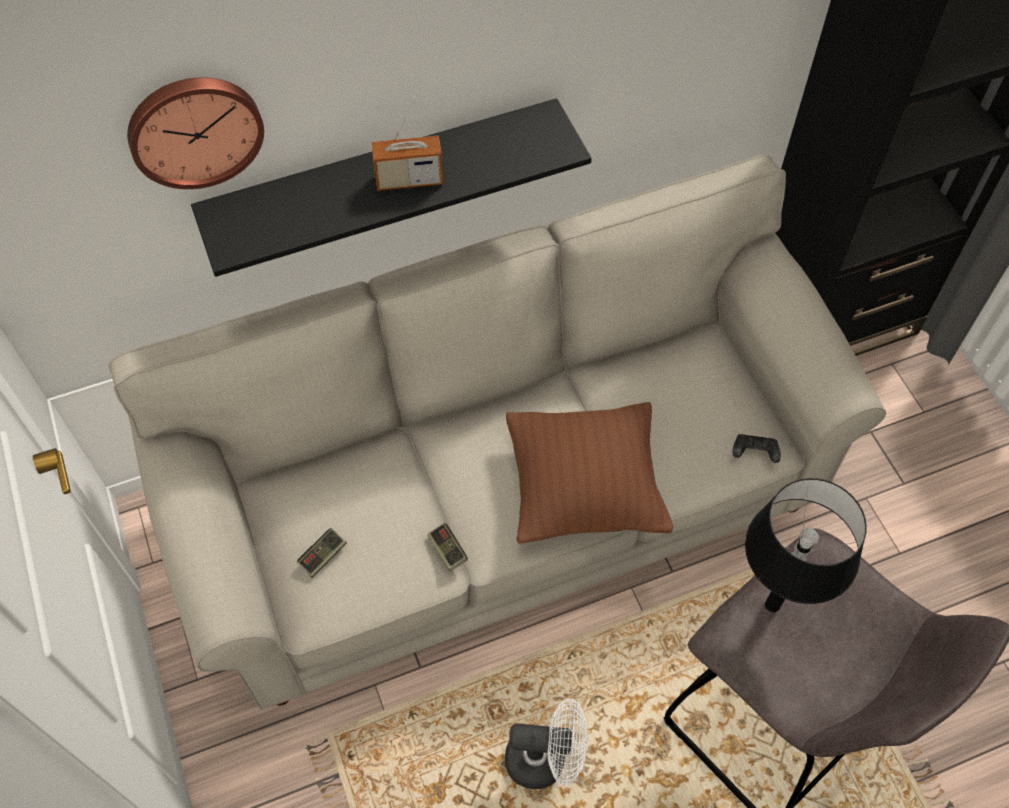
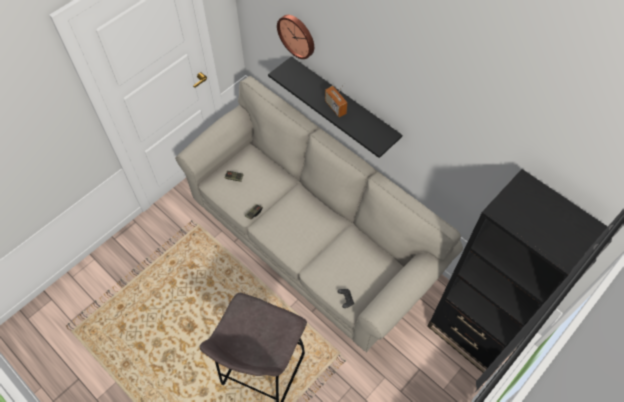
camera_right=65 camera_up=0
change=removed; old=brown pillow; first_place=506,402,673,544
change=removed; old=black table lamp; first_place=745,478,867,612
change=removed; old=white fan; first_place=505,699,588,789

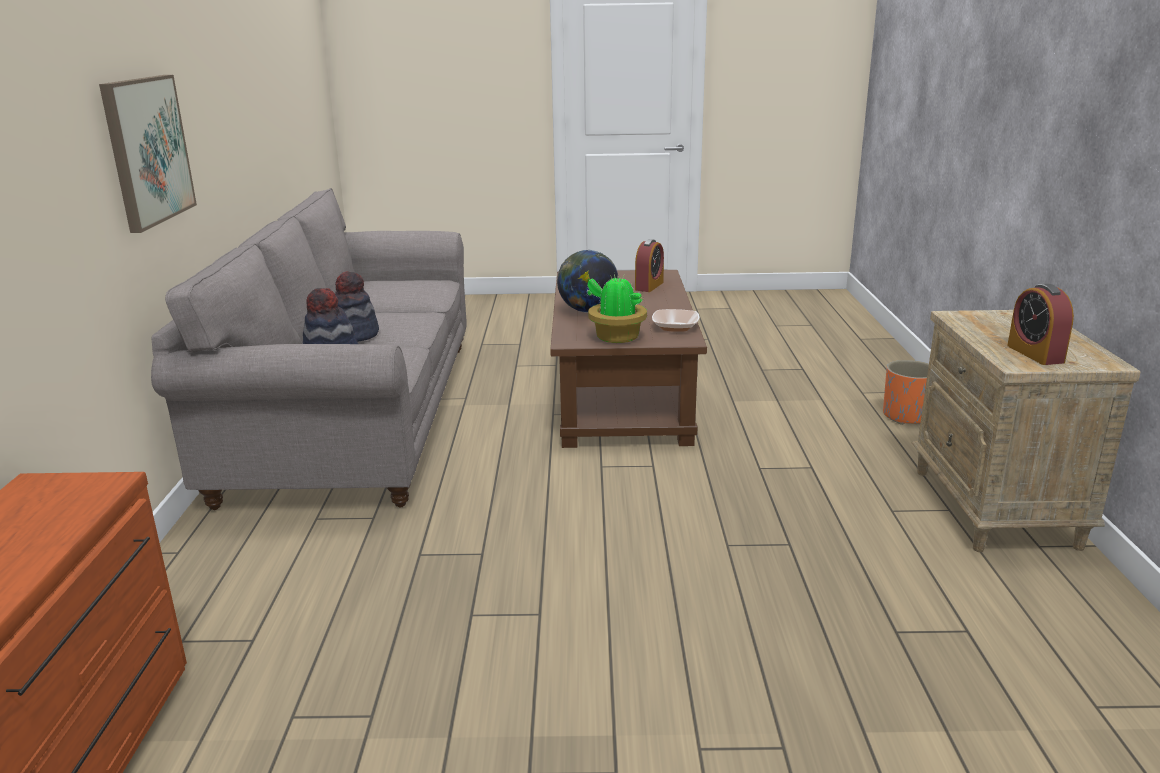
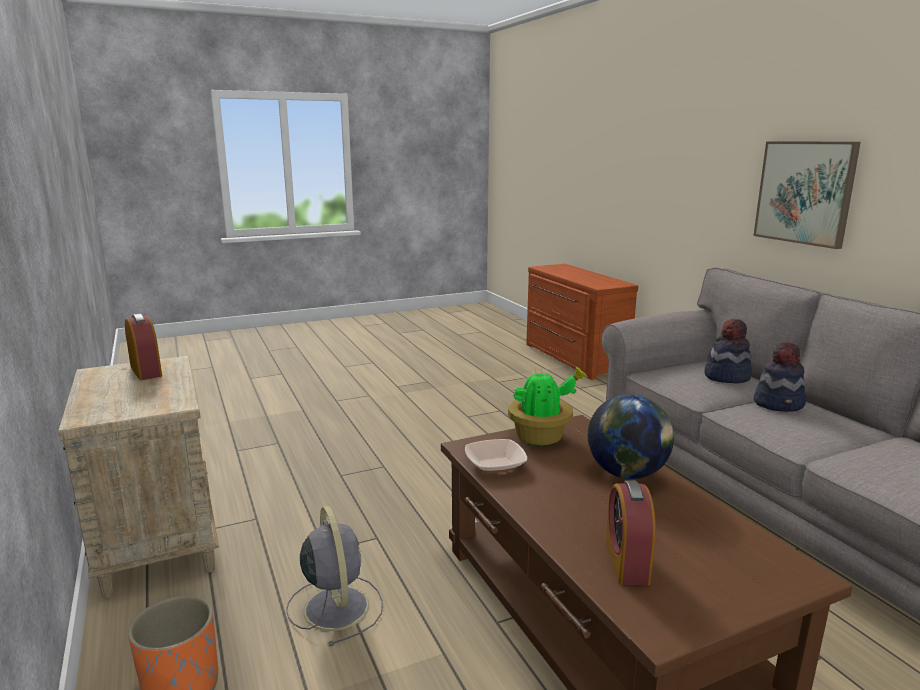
camera_right=155 camera_up=-5
change=added; new=grey fan; second_place=286,506,383,646

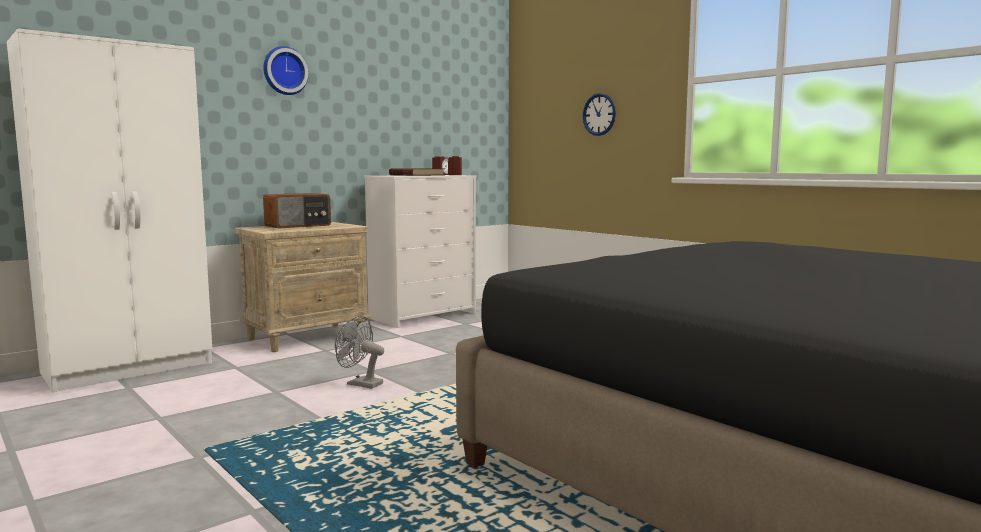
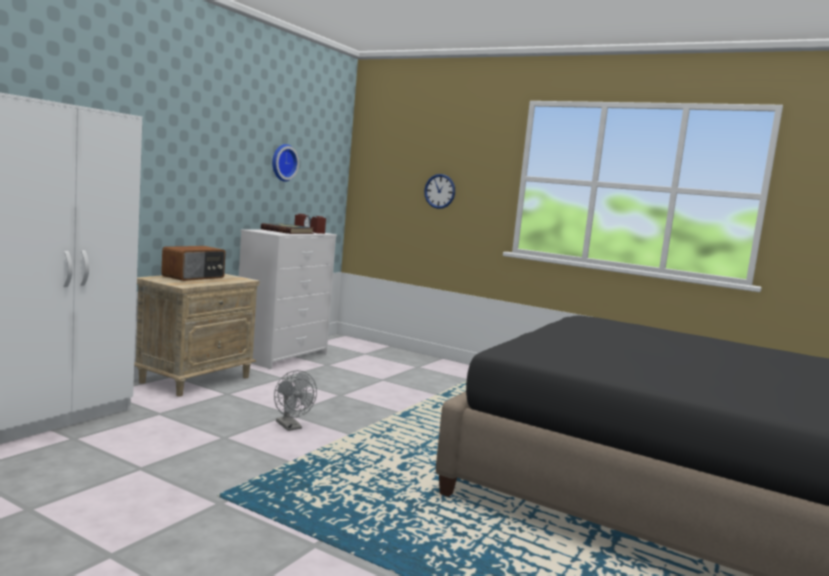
camera_right=-20 camera_up=0
change=moved; old=wall clock; first_place=263,46,309,95; second_place=272,144,299,182
change=turned; old=grey fan; first_place=335,315,384,389; second_place=274,370,317,431; degrees=-135

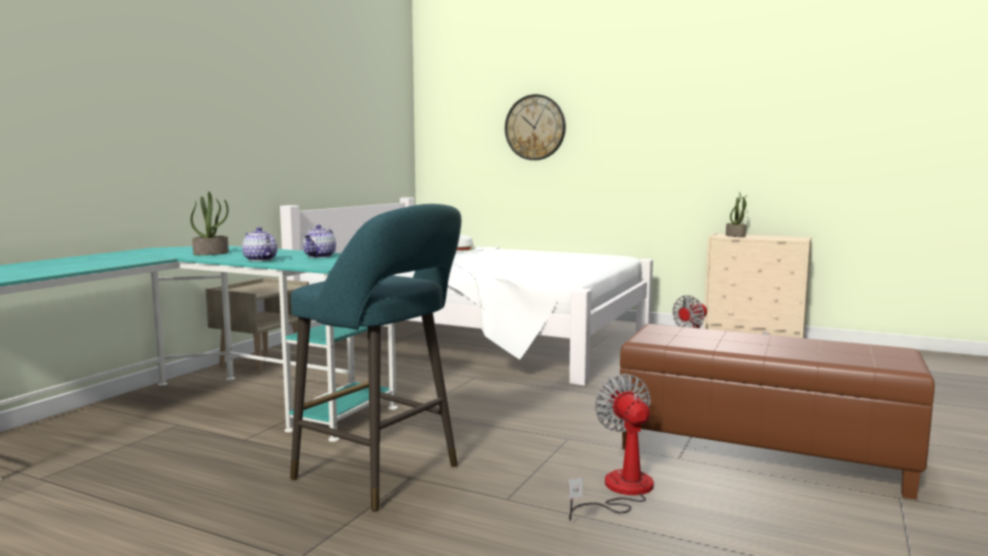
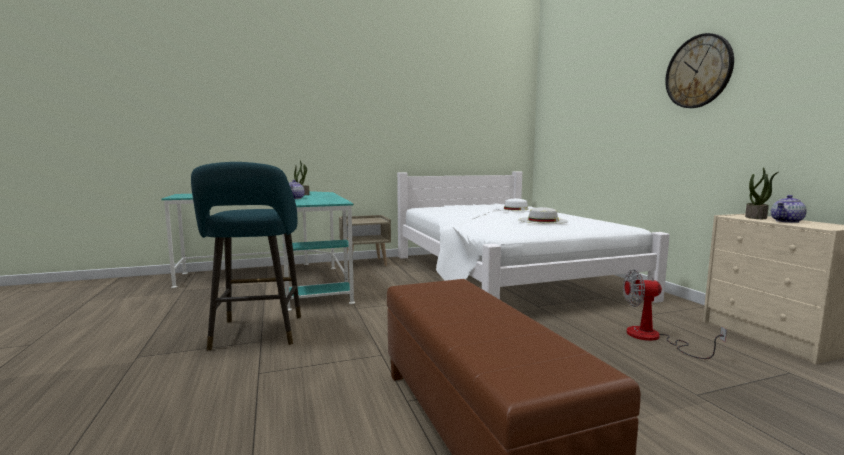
camera_right=45 camera_up=0
change=moved; old=wall clock; first_place=505,94,566,160; second_place=665,33,734,108
change=moved; old=teapot; first_place=303,225,336,258; second_place=771,195,807,223
change=removed; old=fan; first_place=569,374,654,521
change=added; new=white hat; second_place=518,207,568,224

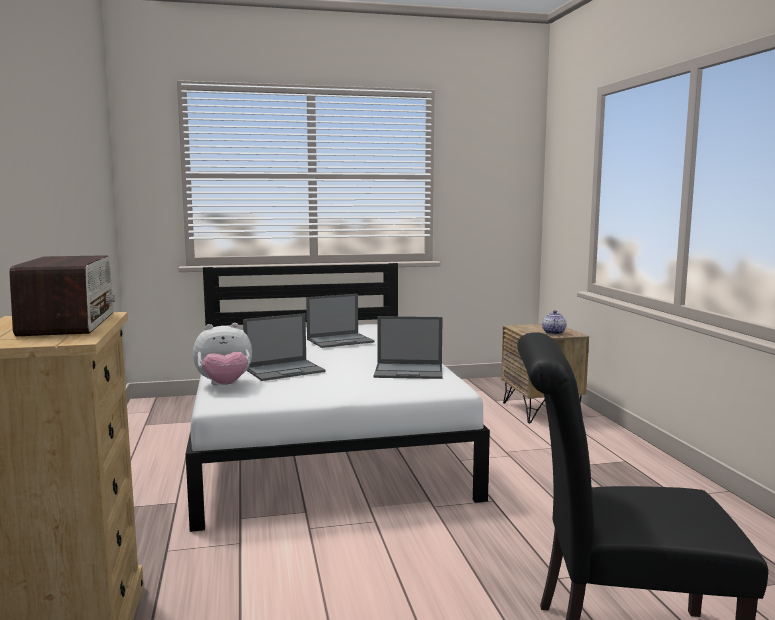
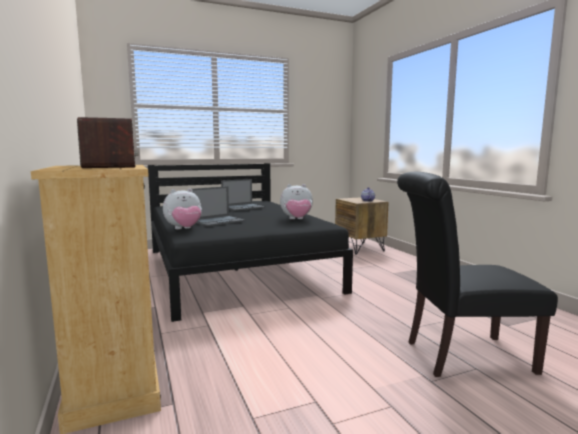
camera_right=-10 camera_up=0
change=recoloured; old=white bed; new=black bed; first_place=186,263,490,532; second_place=148,163,353,322
change=replaced; old=laptop; new=plush toy; first_place=374,316,443,379; second_place=280,184,313,219

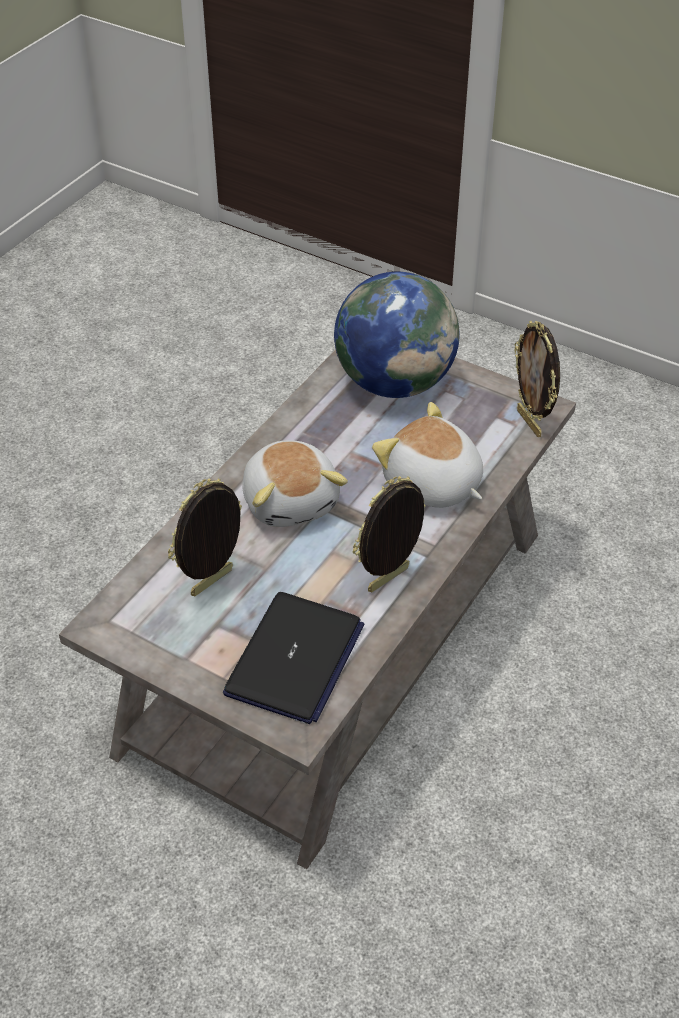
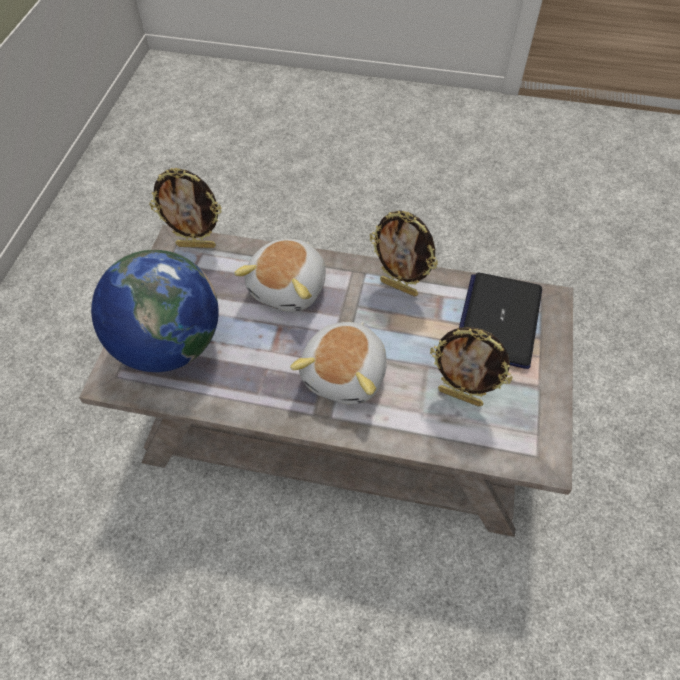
camera_right=-110 camera_up=10
change=turned; old=picture frame; first_place=514,321,560,437; second_place=149,167,222,248; degrees=45
change=turned; old=plush toy; first_place=242,441,348,527; second_place=290,321,387,404; degrees=150
change=turned; old=laptop; first_place=223,592,364,724; second_place=459,273,542,369; degrees=-75

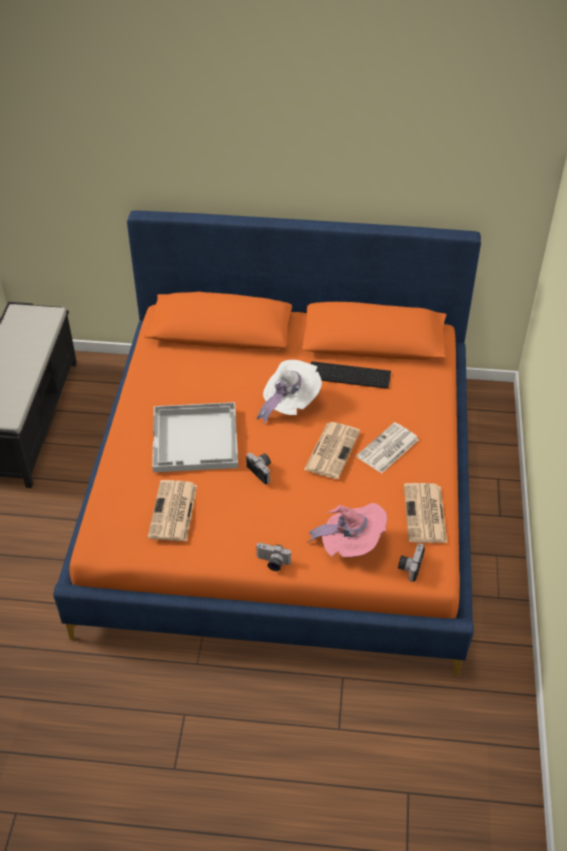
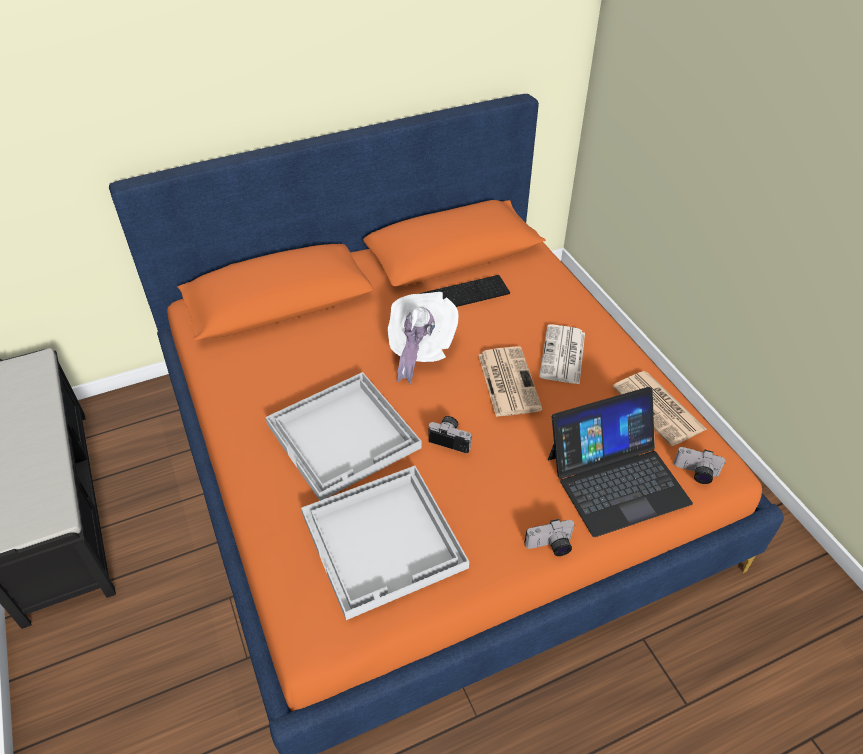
camera_right=-30 camera_up=0
change=replaced; old=newspaper; new=white tray; first_place=148,480,197,541; second_place=301,466,469,620
change=replaced; old=pink hat; new=laptop; first_place=308,503,387,557; second_place=548,387,693,537
change=turned; old=photo camera; first_place=398,543,425,582; second_place=673,447,726,484; degrees=-60

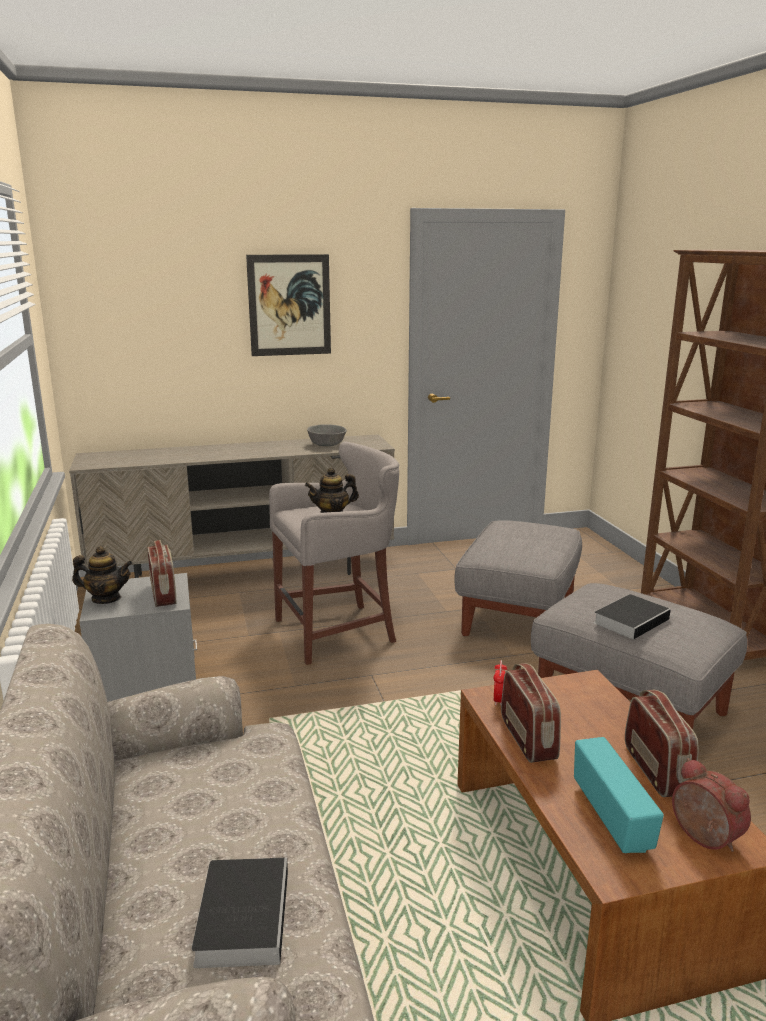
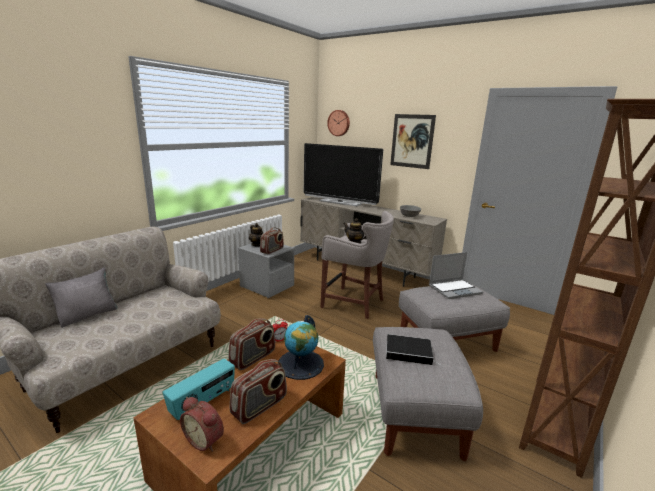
camera_right=50 camera_up=0
change=turned; old=alarm clock; first_place=672,758,751,852; second_place=180,397,224,452; degrees=105
change=removed; old=book; first_place=192,857,288,968
change=added; new=wall clock; second_place=327,110,350,136
change=added; new=television; second_place=304,143,383,206
change=added; new=laptop; second_place=429,252,483,299
change=added; new=grey pillow; second_place=45,267,118,328
change=added; new=globe; second_place=278,315,324,380

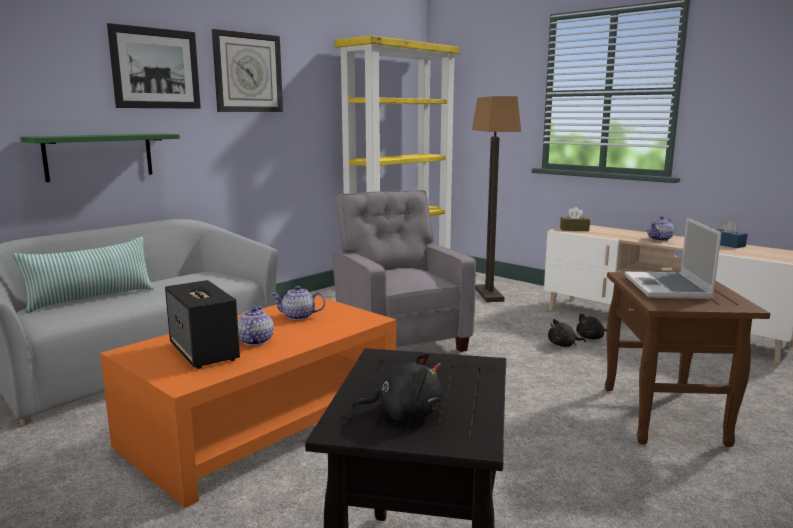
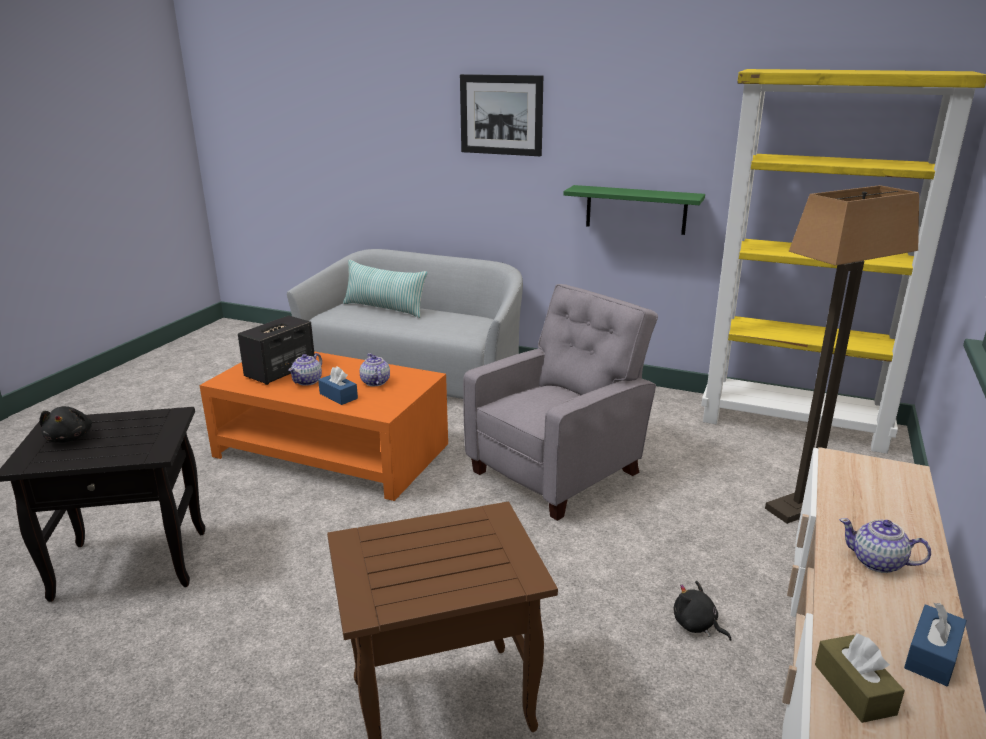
camera_right=70 camera_up=10
change=removed; old=wall clock; first_place=212,29,283,112
change=moved; old=green shelf; first_place=21,133,180,182; second_place=563,185,705,235
change=moved; old=brown tissue box; first_place=560,207,590,231; second_place=815,633,905,723
change=removed; old=laptop; first_place=625,218,721,299
change=turned; old=teapot; first_place=238,306,274,345; second_place=288,353,322,386; degrees=135
change=removed; old=black plush toy; first_place=548,319,586,347
change=added; new=blue tissue box; second_place=318,367,358,405

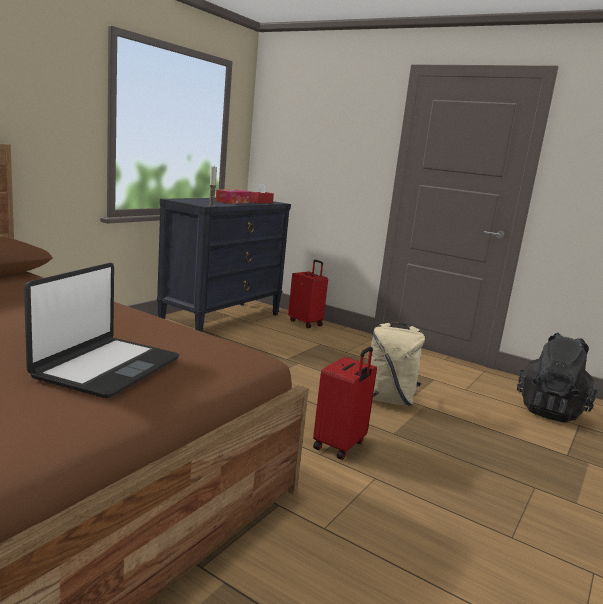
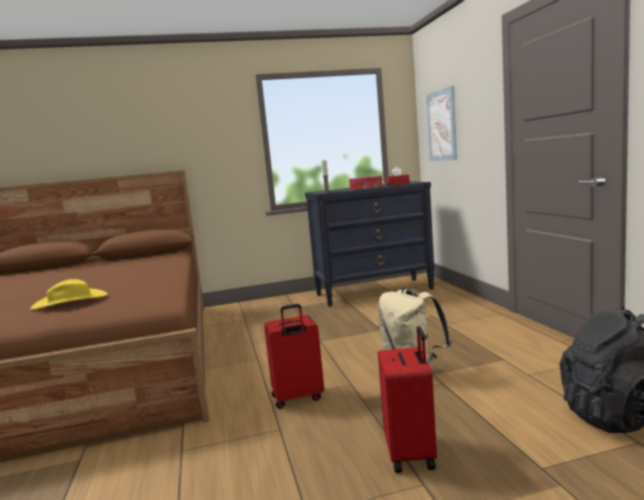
camera_right=45 camera_up=-5
change=moved; old=red suitcase; first_place=288,260,328,328; second_place=378,326,437,473
change=replaced; old=laptop; new=yellow hat; first_place=24,263,179,398; second_place=31,279,108,310
change=added; new=picture; second_place=426,86,457,161

